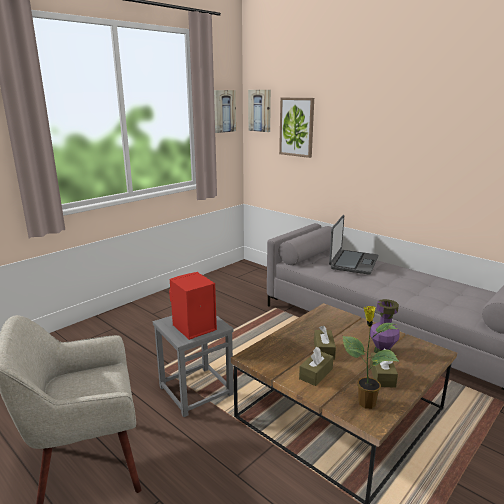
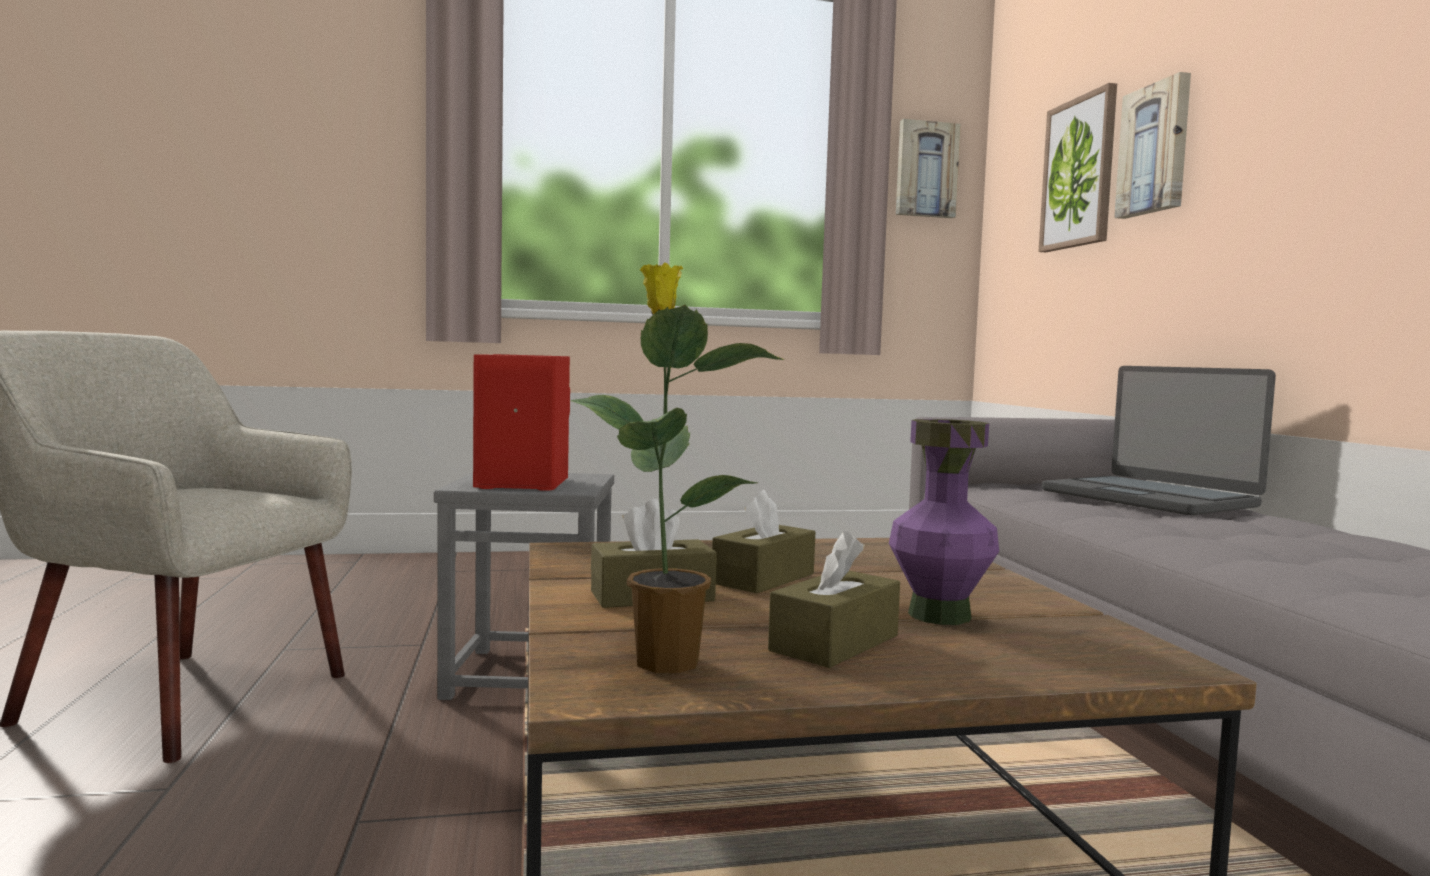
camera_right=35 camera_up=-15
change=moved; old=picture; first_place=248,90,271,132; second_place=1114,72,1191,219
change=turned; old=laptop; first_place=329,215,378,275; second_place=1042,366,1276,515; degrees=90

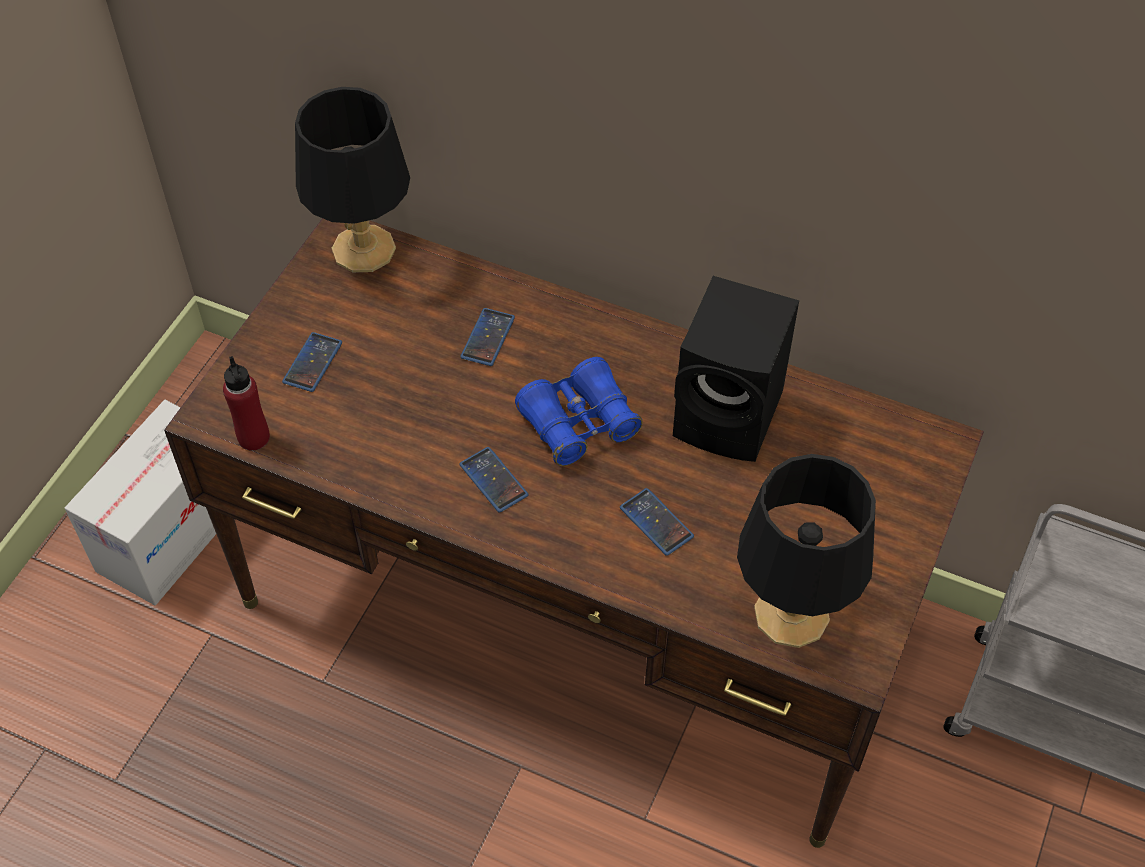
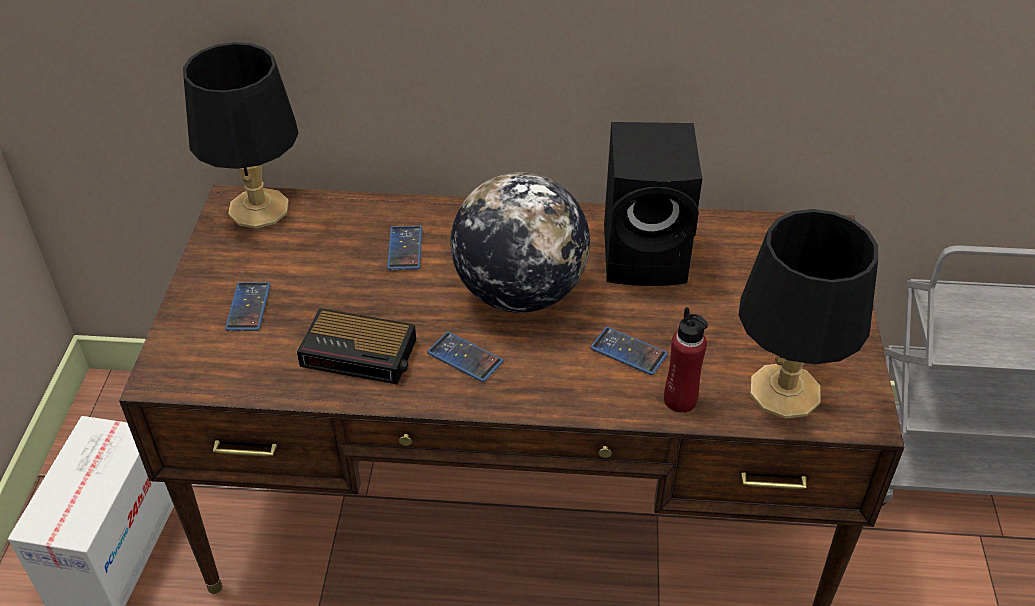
camera_right=-20 camera_up=-10
change=moved; old=red bottle; first_place=223,356,270,451; second_place=664,307,708,413
change=replaced; old=blue binoculars; new=globe; first_place=515,357,643,466; second_place=451,172,590,313
change=added; new=alarm clock; second_place=297,308,416,385

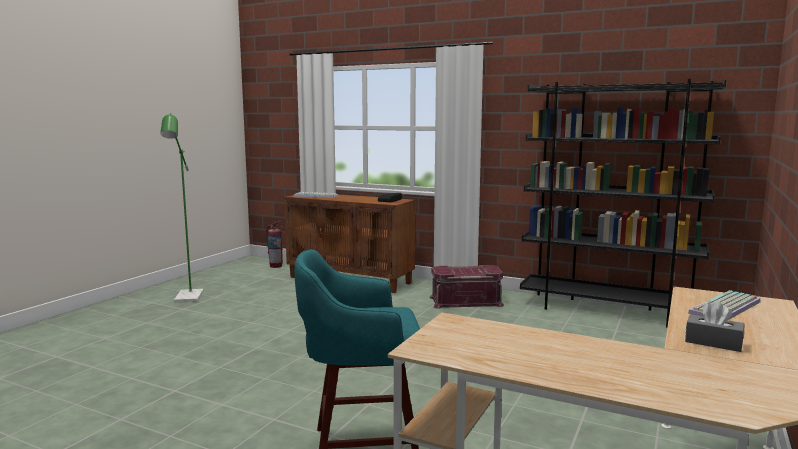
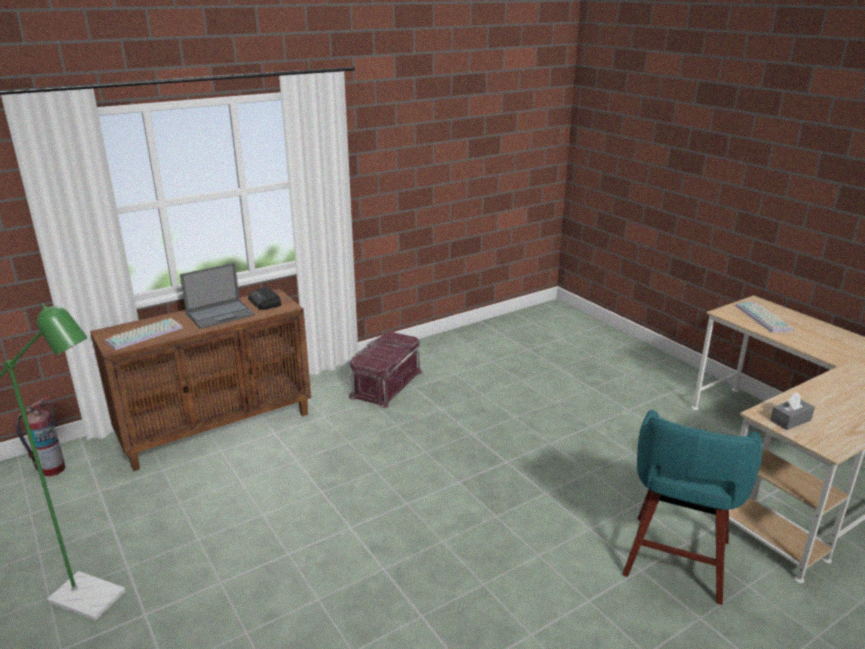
camera_right=-60 camera_up=15
change=removed; old=black bookcase; first_place=520,79,726,327
change=moved; old=grey tissue box; first_place=685,302,744,352; second_place=770,392,815,430
change=added; new=laptop; second_place=180,263,255,329

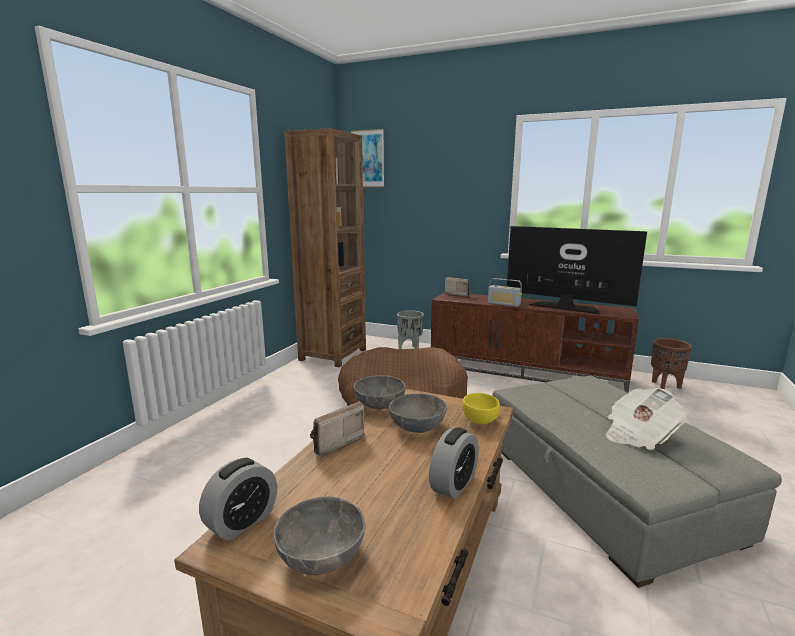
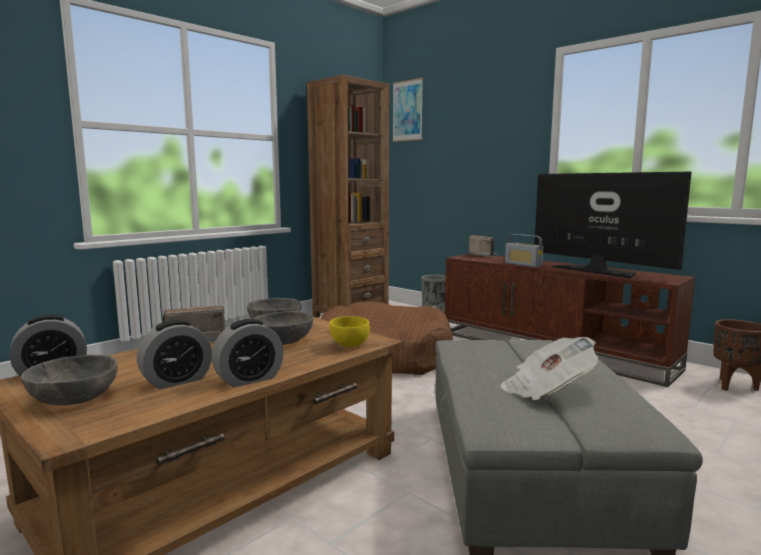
camera_right=20 camera_up=-5
change=added; new=alarm clock; second_place=137,320,212,389

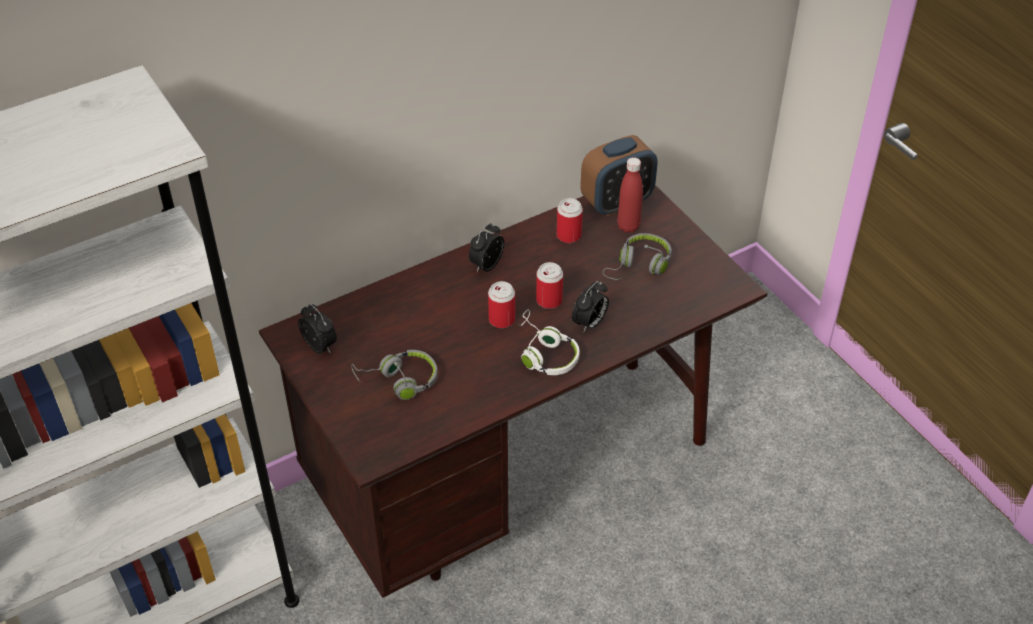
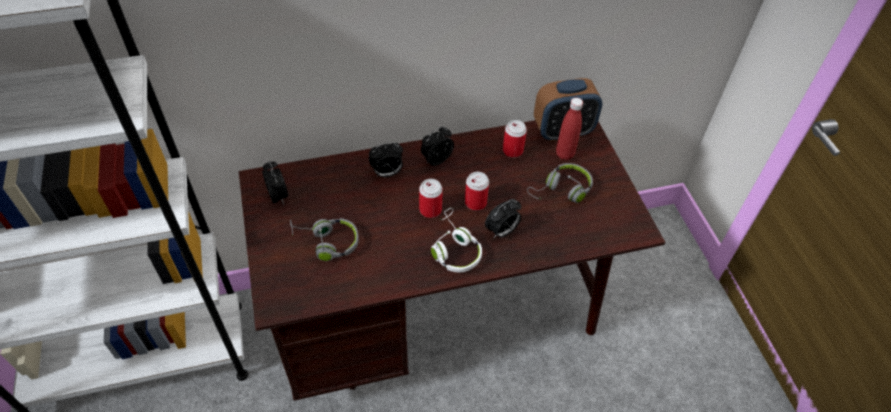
camera_right=15 camera_up=5
change=added; new=alarm clock; second_place=369,142,403,177

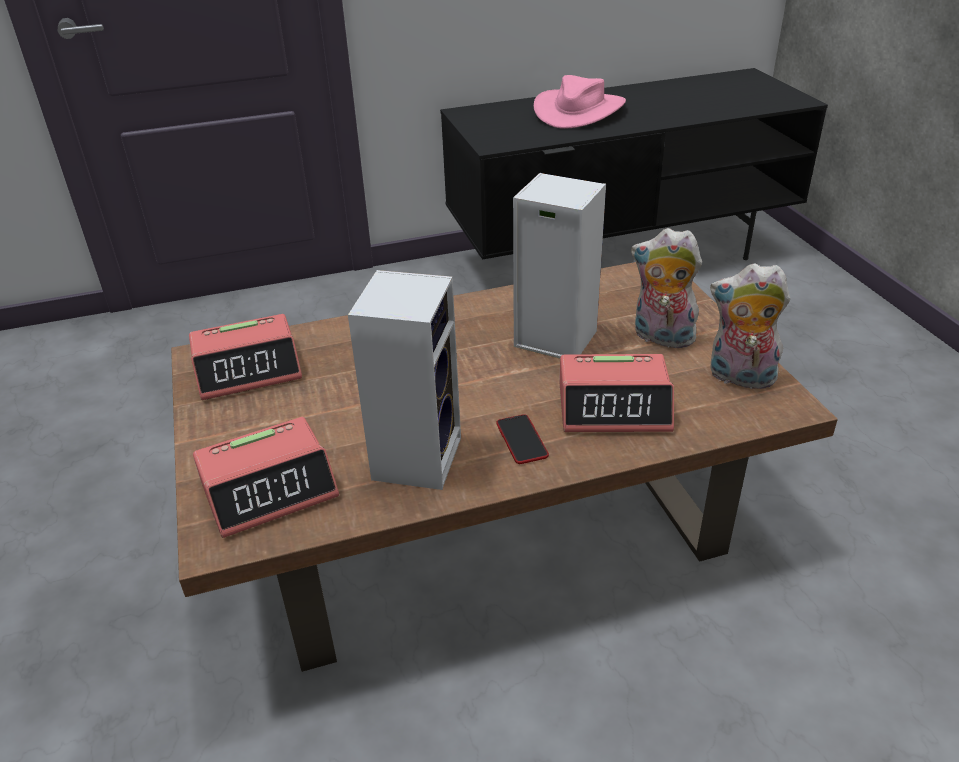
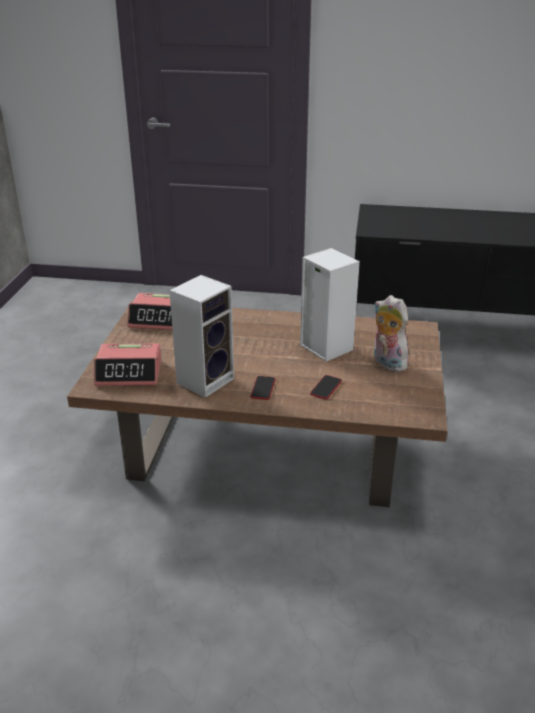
camera_right=25 camera_up=-5
change=removed; old=pink hat; first_place=534,75,626,129
change=removed; old=plush toy; first_place=710,264,790,389
change=replaced; old=alarm clock; new=phone; first_place=559,354,674,432; second_place=310,375,342,399

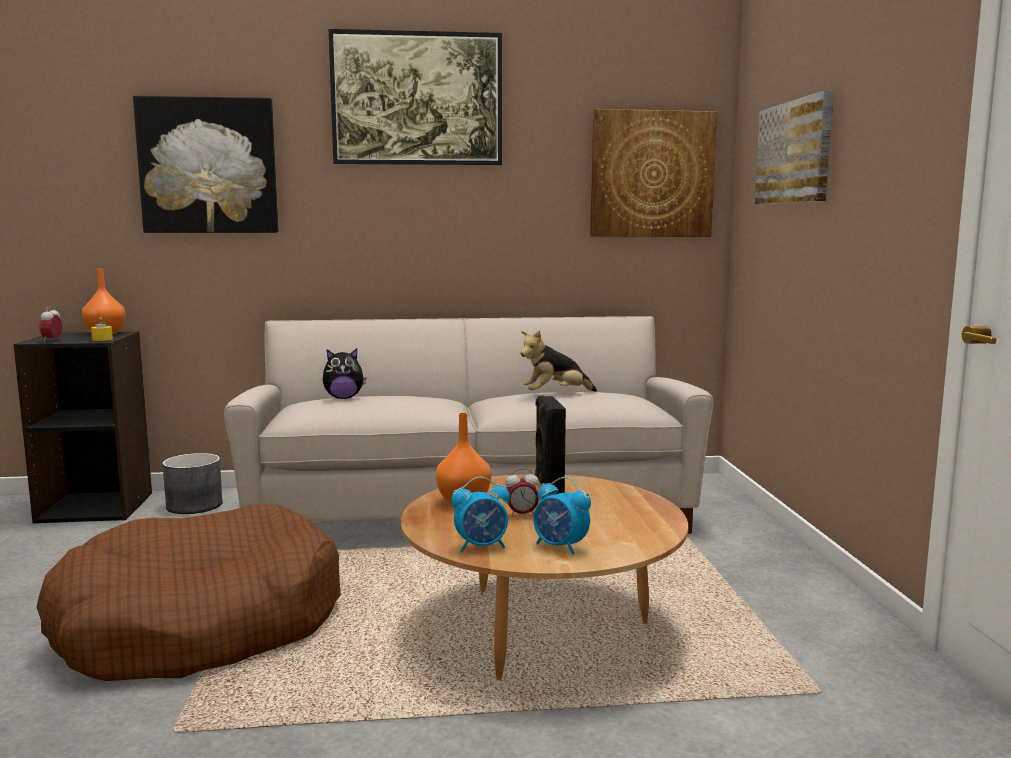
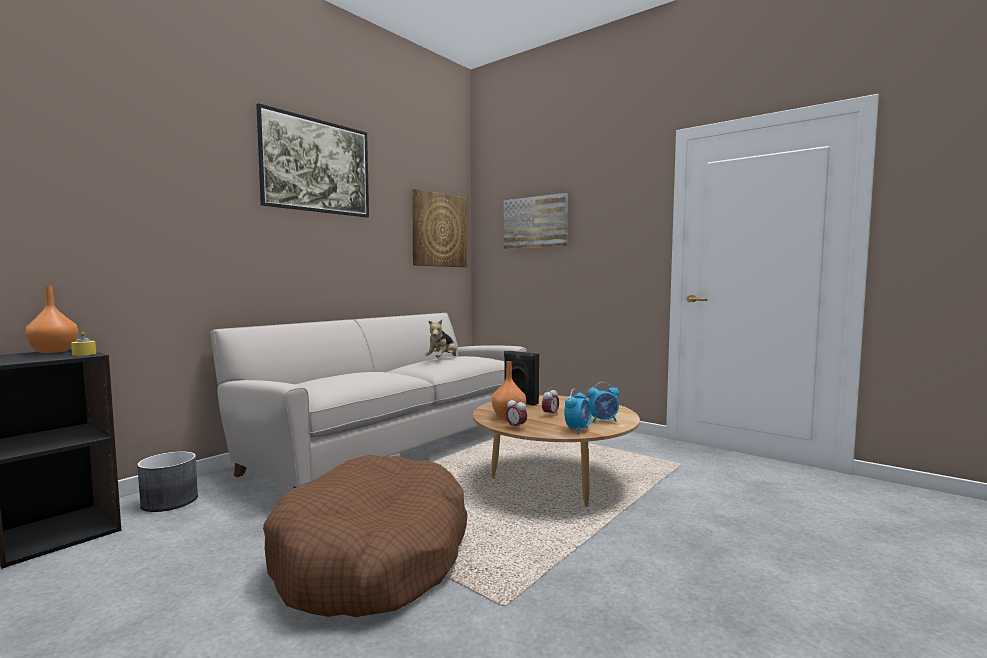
camera_right=-45 camera_up=-5
change=removed; old=picture; first_place=133,96,278,233
change=moved; old=alarm clock; first_place=39,306,62,342; second_place=506,397,527,430
change=removed; old=plush toy; first_place=323,349,366,399

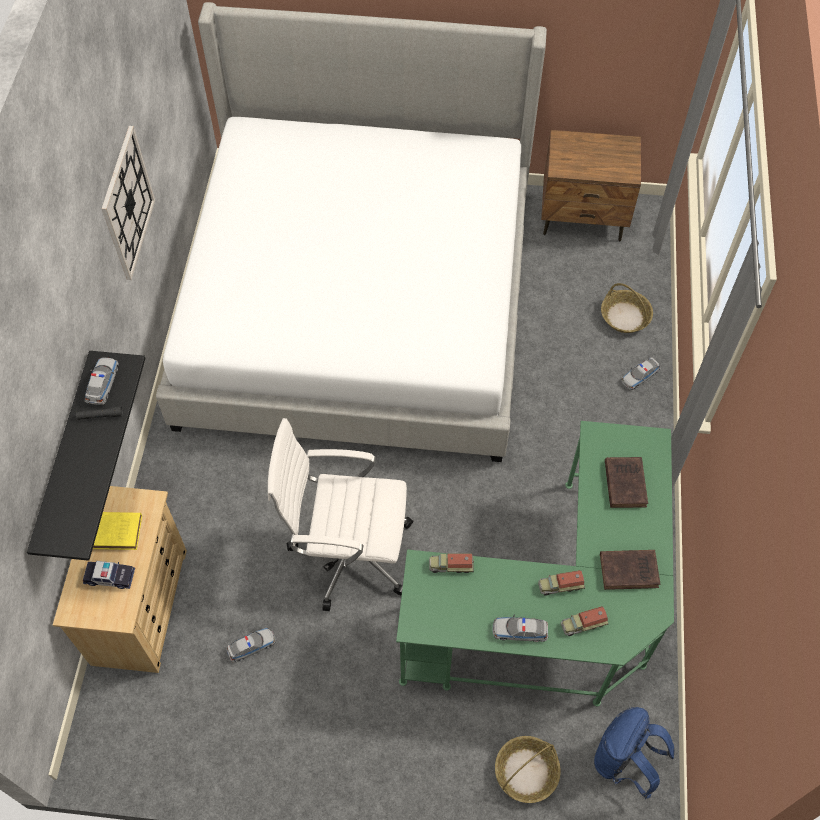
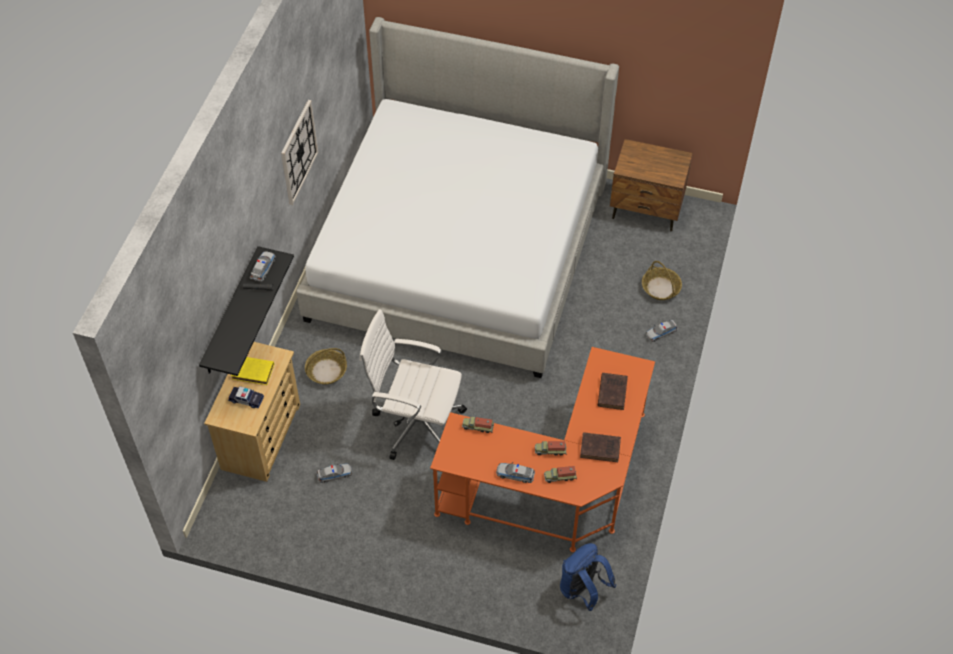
camera_right=10 camera_up=-5
change=recoloured; old=green desk; new=orange desk; first_place=396,421,674,707; second_place=430,347,655,552
change=moved; old=basket; first_place=495,736,561,803; second_place=305,348,347,385

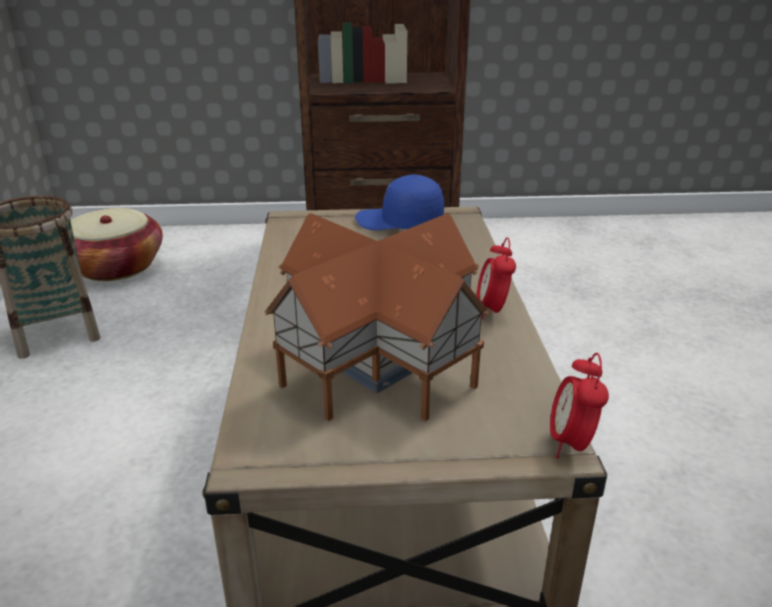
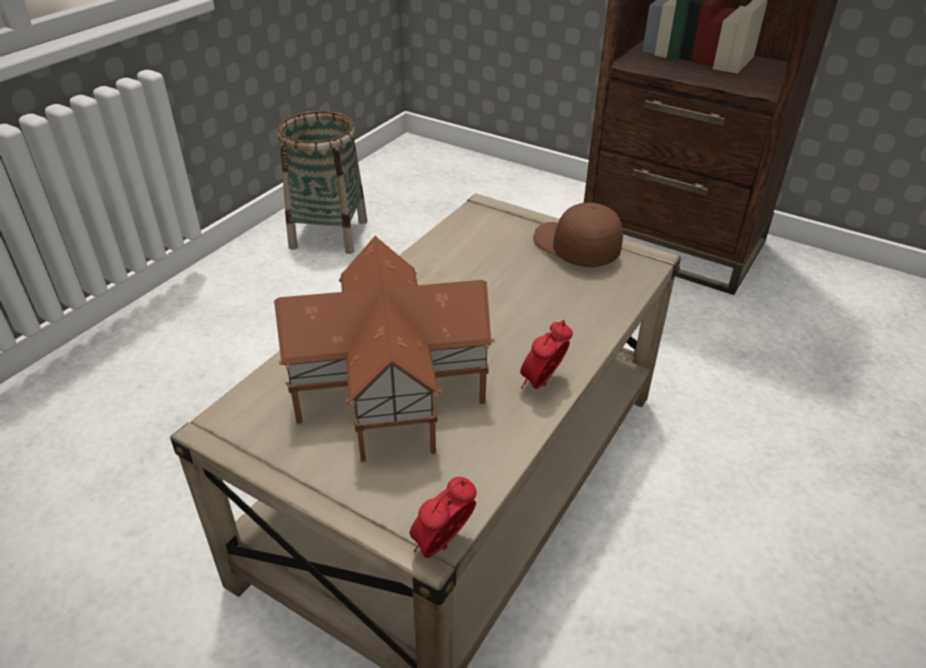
camera_right=35 camera_up=10
change=recoloured; old=blue cap; new=brown cap; first_place=355,175,444,230; second_place=533,203,623,268
change=removed; old=basket; first_place=70,208,163,281

